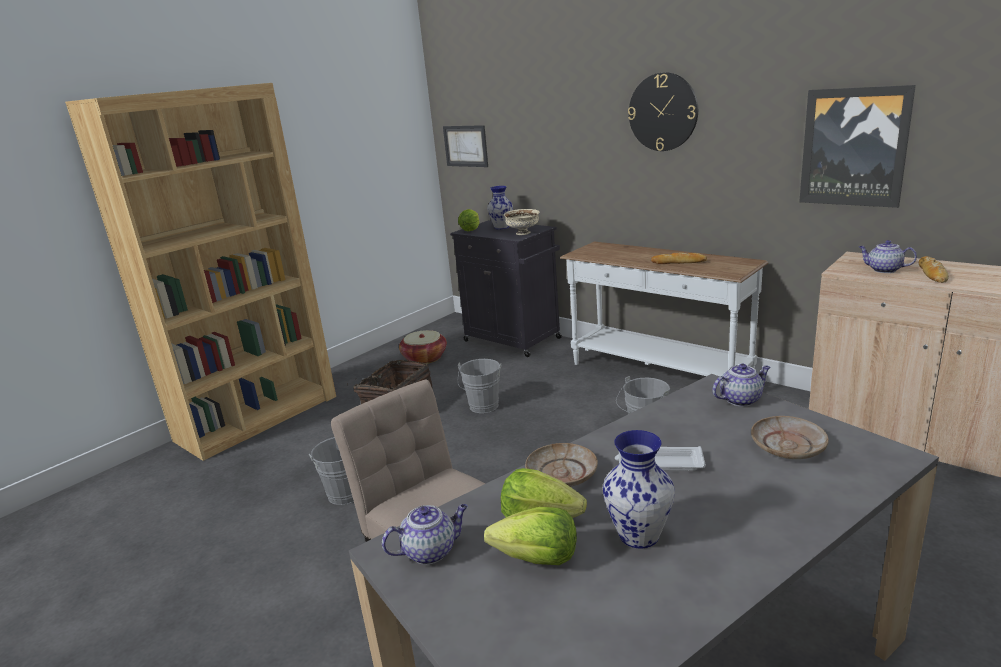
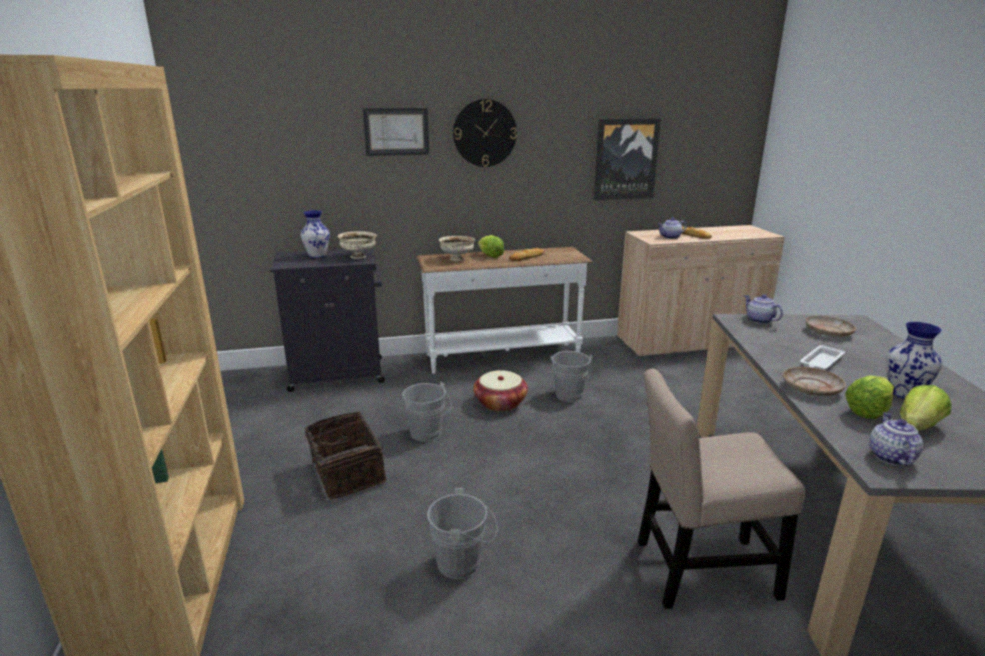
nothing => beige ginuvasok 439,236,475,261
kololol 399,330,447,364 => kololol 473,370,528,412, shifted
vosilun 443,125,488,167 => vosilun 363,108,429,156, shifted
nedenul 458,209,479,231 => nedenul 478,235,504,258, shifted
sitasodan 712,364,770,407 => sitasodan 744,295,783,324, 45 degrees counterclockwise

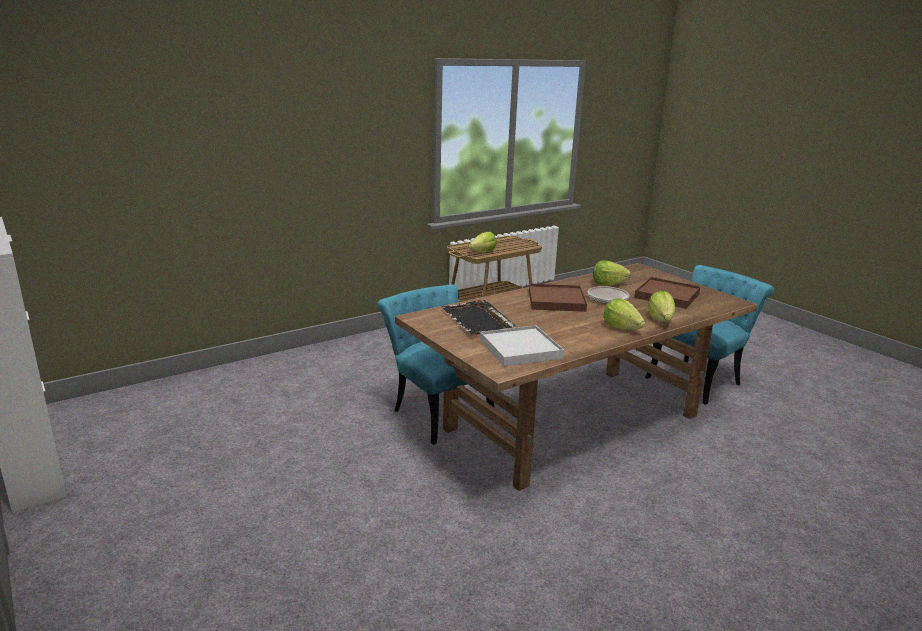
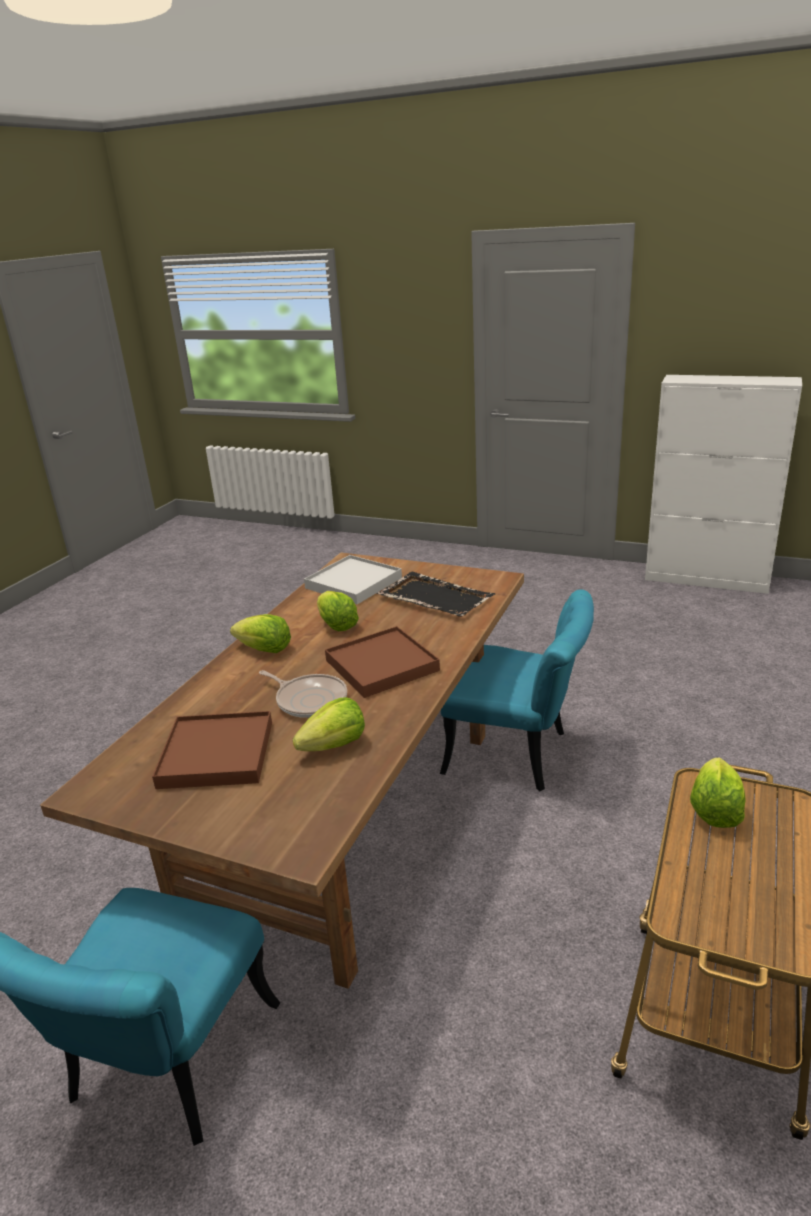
nedenul 647,291,675,322 => nedenul 317,591,359,631, shifted

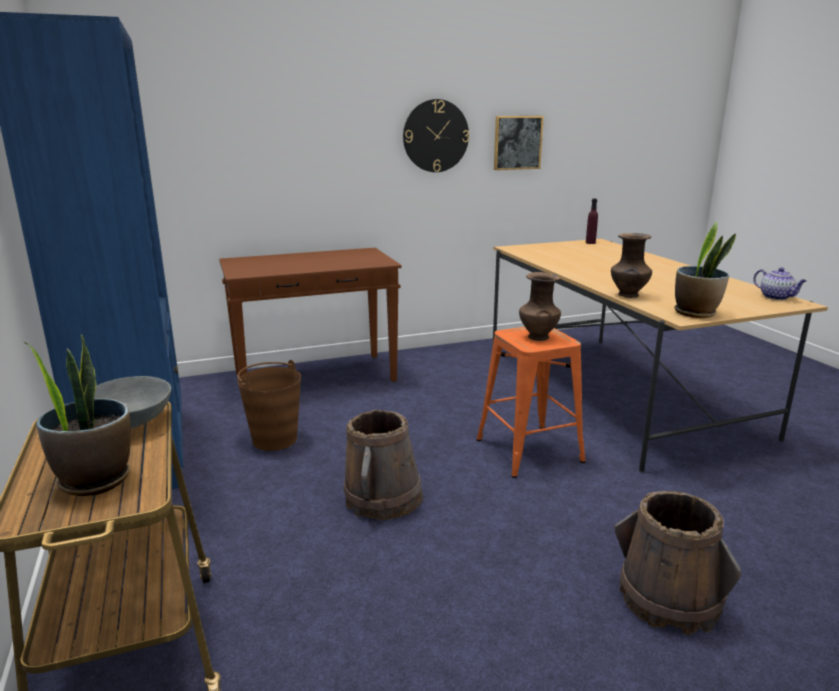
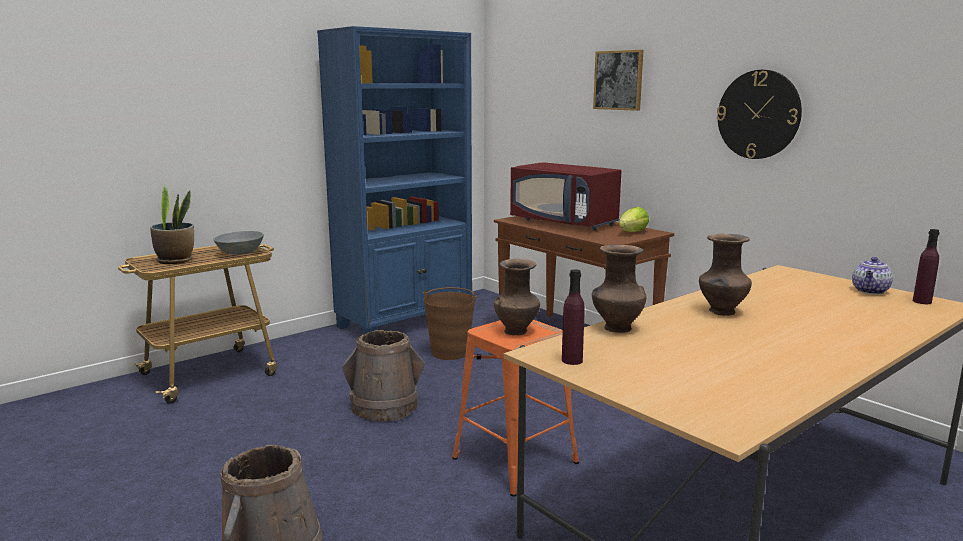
nothing => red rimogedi 510,162,621,231
nothing => nedenul 619,207,649,232
nothing => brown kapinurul 699,234,752,316
vosilun 494,116,544,170 => vosilun 593,50,644,111, shifted
sitasodan 753,267,807,300 => sitasodan 852,257,893,294, shifted
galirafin 674,222,736,318 => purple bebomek 562,269,585,365

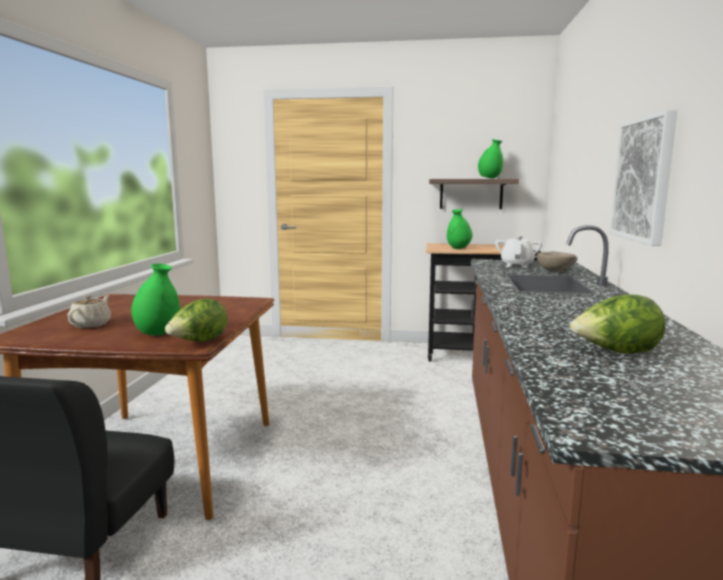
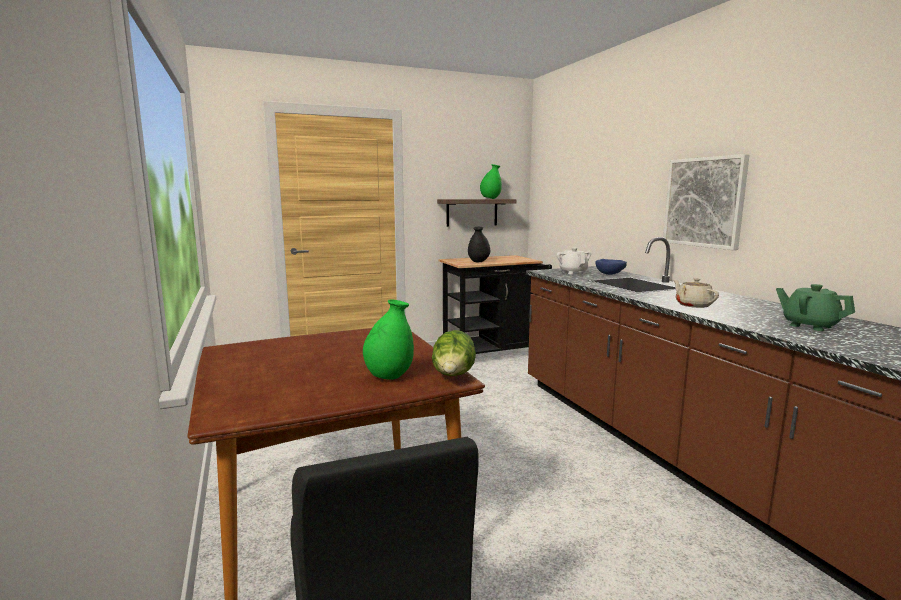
beige sitasodan 67,295,111,328 => beige sitasodan 673,278,719,308, shifted
nedenul 570,295,666,354 => green sitasodan 776,284,855,331
green kapinurul 447,209,472,249 => black kapinurul 468,227,490,262
beige ginuvasok 537,251,577,271 => blue ginuvasok 596,259,627,275

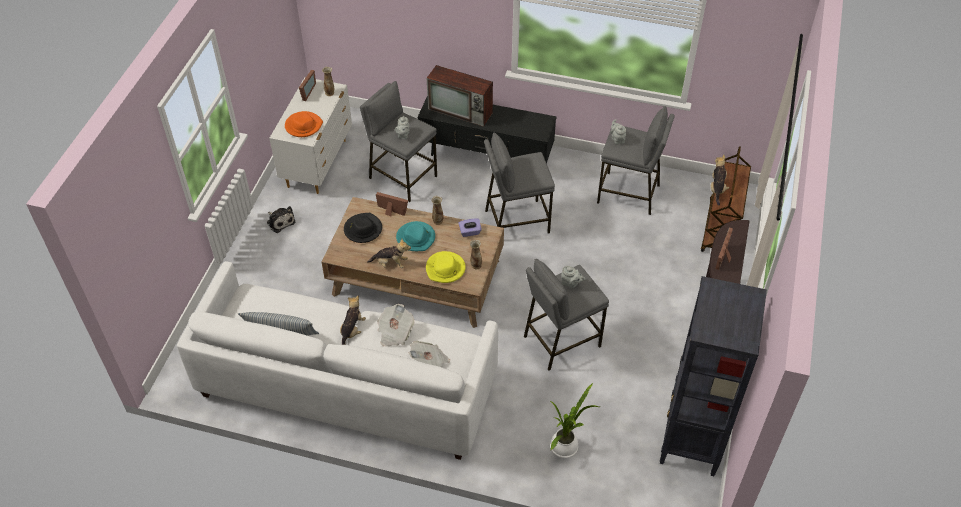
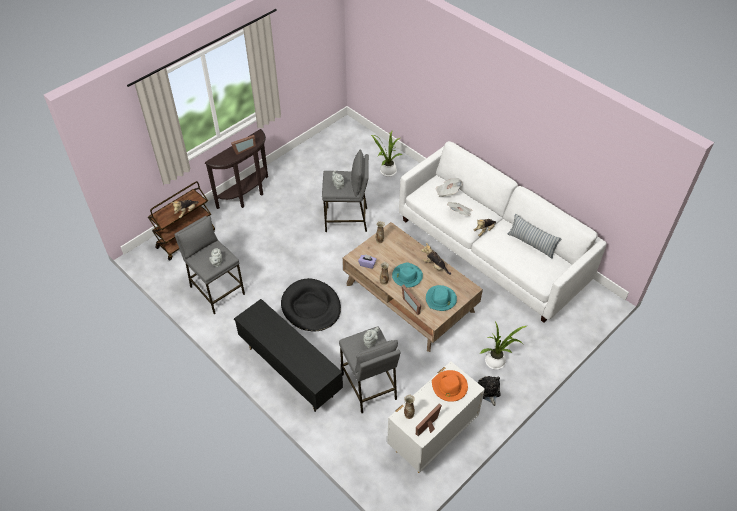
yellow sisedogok 426,251,466,283 => nothing
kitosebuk 427,65,493,127 => nothing
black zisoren 660,276,767,476 => nothing
nothing => galirafin 480,322,527,370
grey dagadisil 484,133,555,233 => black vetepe 281,278,341,331
black sisedogok 344,213,382,243 => turquoise sisedogok 426,285,457,311

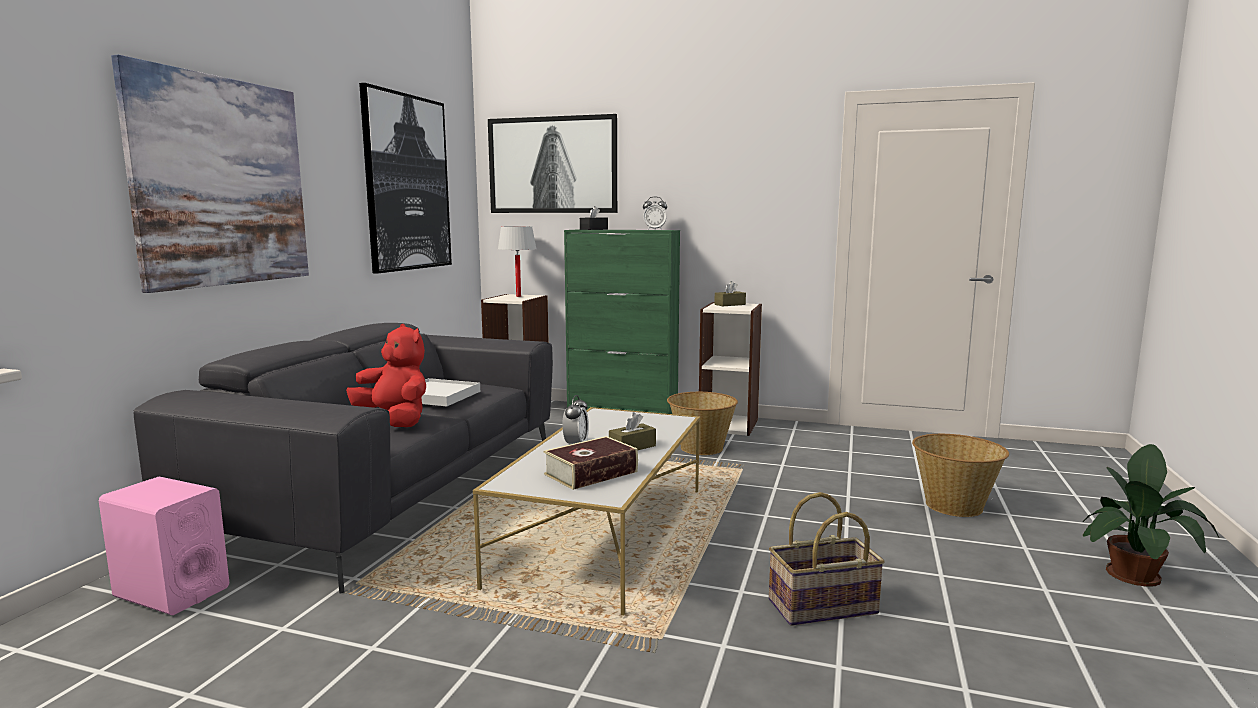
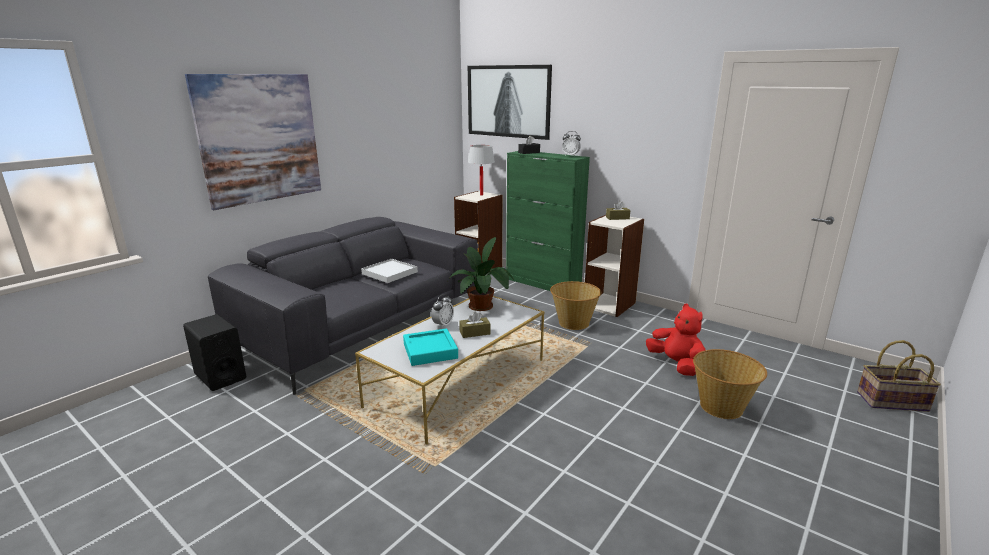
vosilun 359,83,452,273 => nothing
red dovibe 346,324,426,427 => red dovibe 646,304,706,376, shifted
kololol 769,492,885,626 => kololol 857,340,941,412, shifted
galirafin 1083,444,1219,587 => galirafin 446,237,514,311, shifted
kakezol 543,436,638,490 => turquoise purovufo 403,328,458,366
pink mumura 99,477,229,615 => black mumura 183,314,246,391

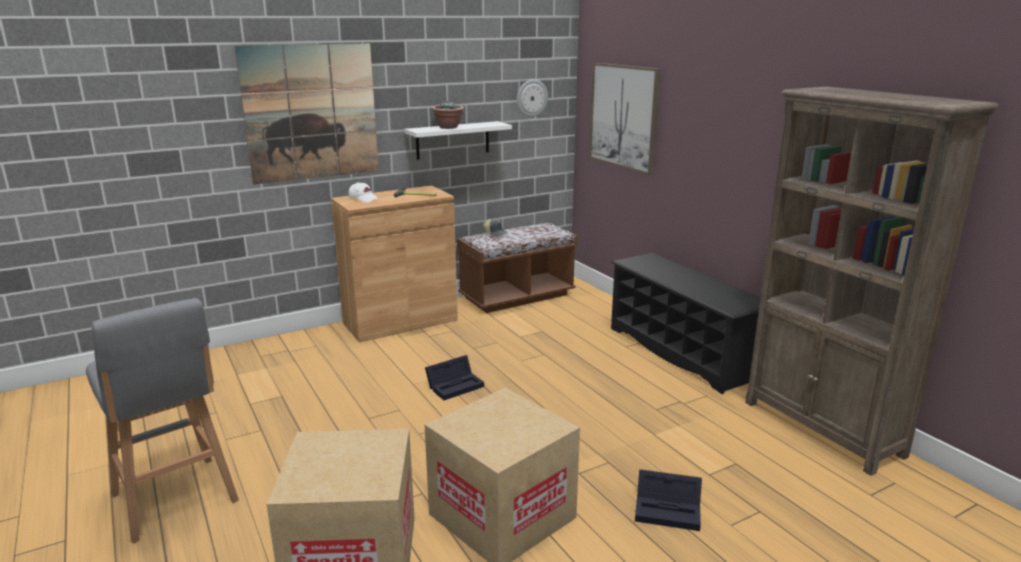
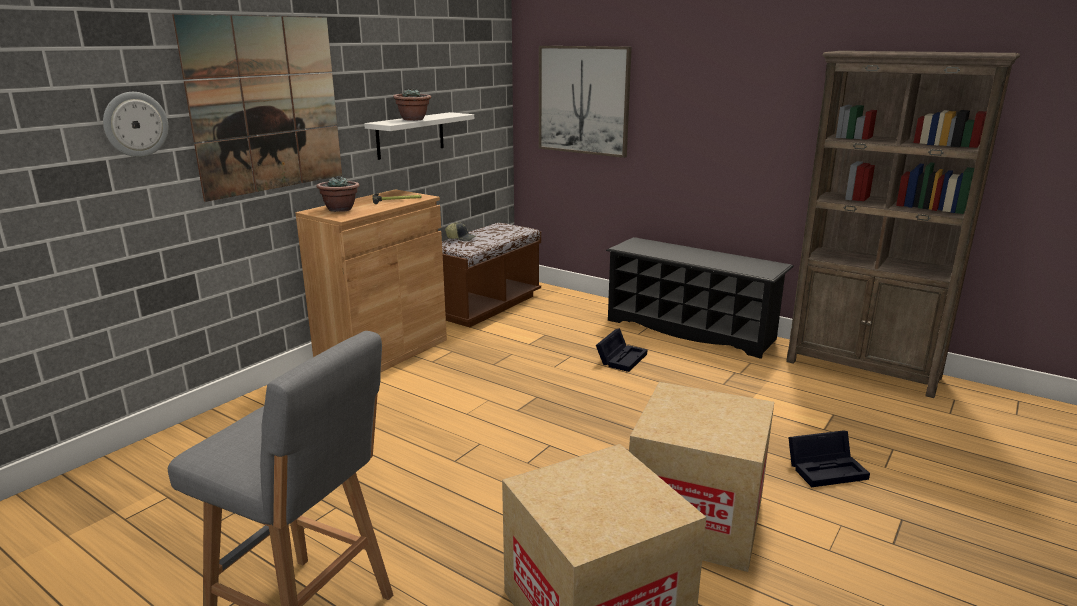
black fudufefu 425,355,484,400 => black fudufefu 596,328,648,372, shifted
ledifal 517,79,548,117 => ledifal 103,92,168,157, shifted
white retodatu 348,182,379,203 => galirafin 316,175,359,212

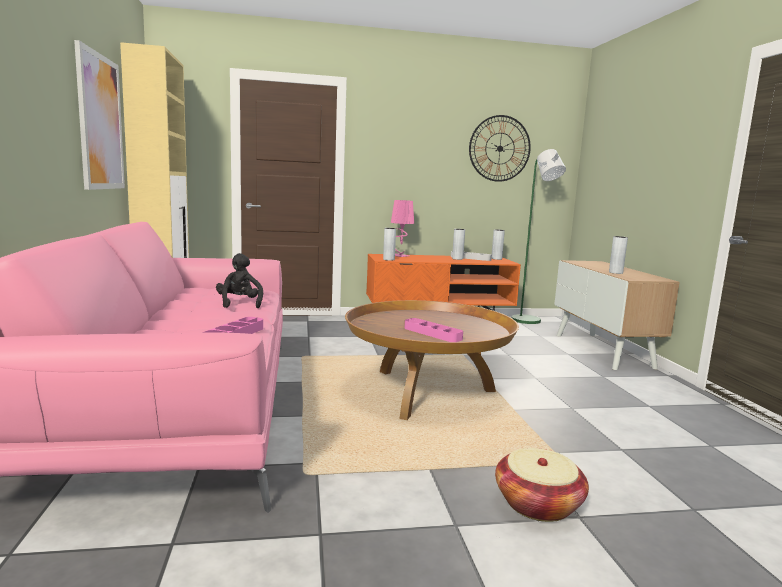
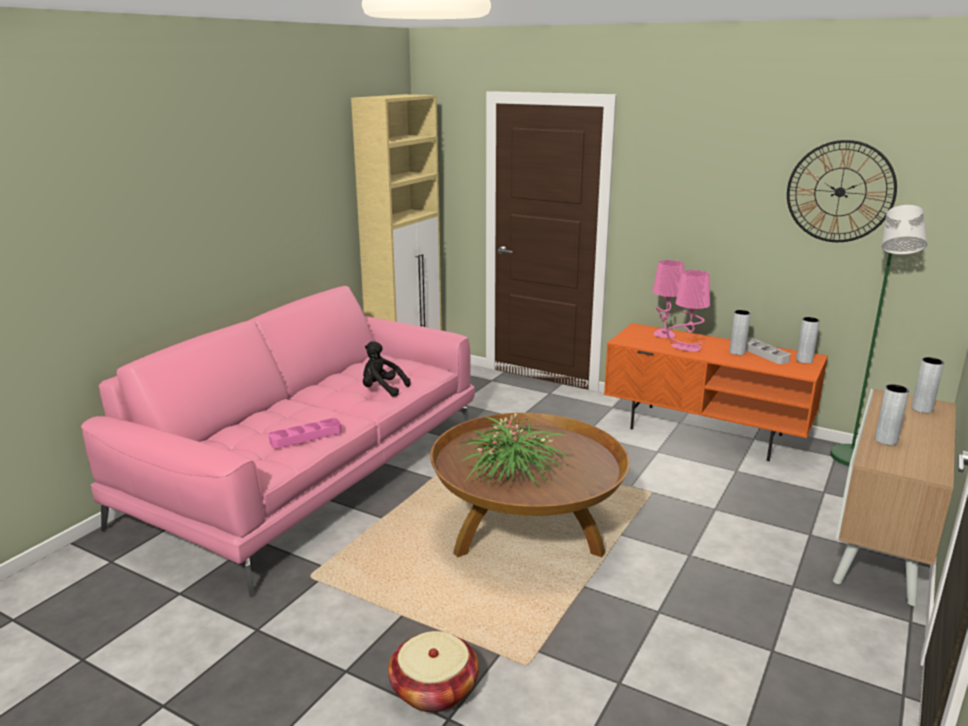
vosilun 74,40,125,190 => nothing
nothing => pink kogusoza 666,270,710,352
grey kapinurul 383,228,396,261 => grey kapinurul 911,357,944,413, shifted
pink purovufo 405,318,463,342 => galirafin 460,413,571,489
black dovibe 216,253,263,308 => black dovibe 363,341,410,397, 90 degrees counterclockwise

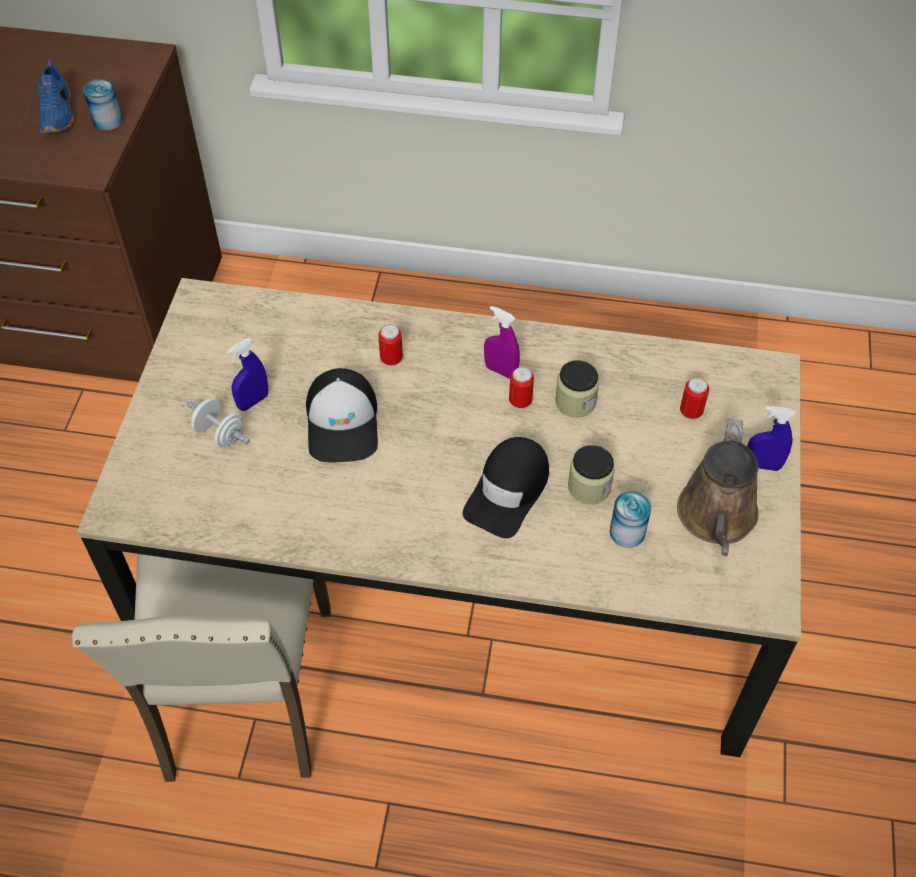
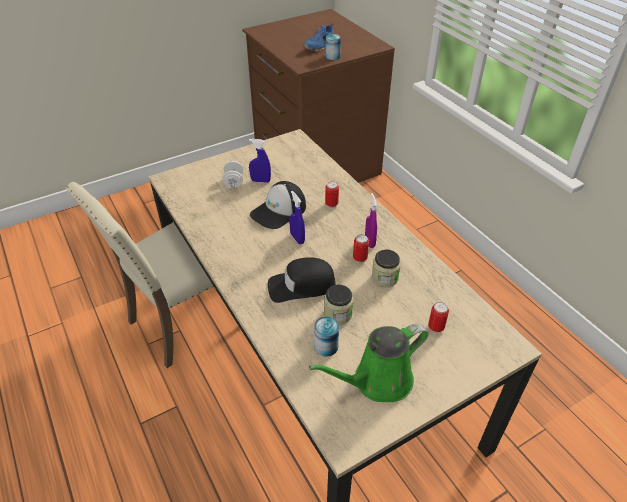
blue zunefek 747,406,795,471 => blue zunefek 289,191,305,244, shifted
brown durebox 677,418,759,556 => green durebox 309,324,429,402

